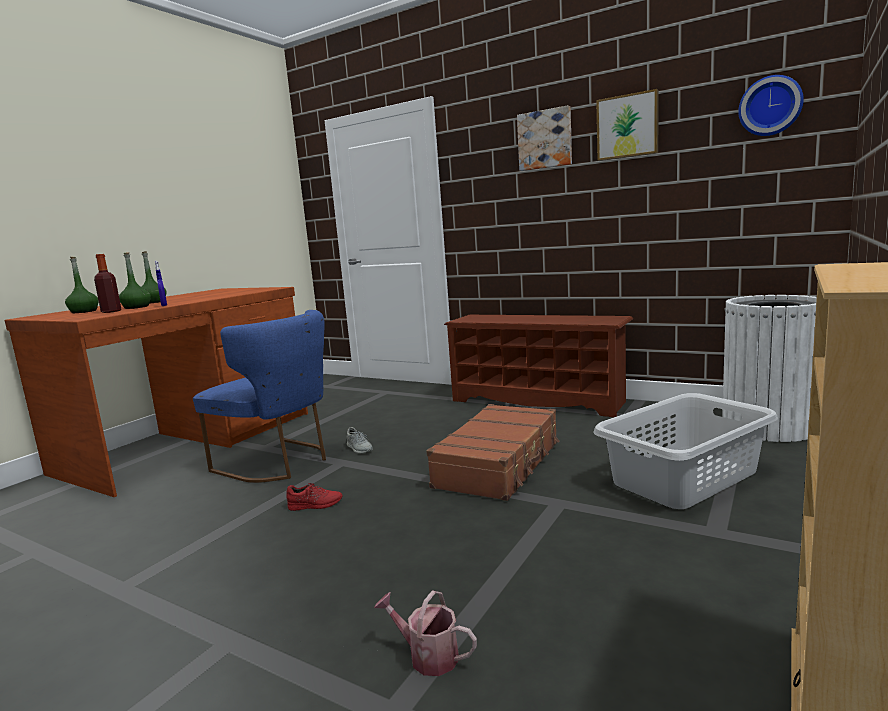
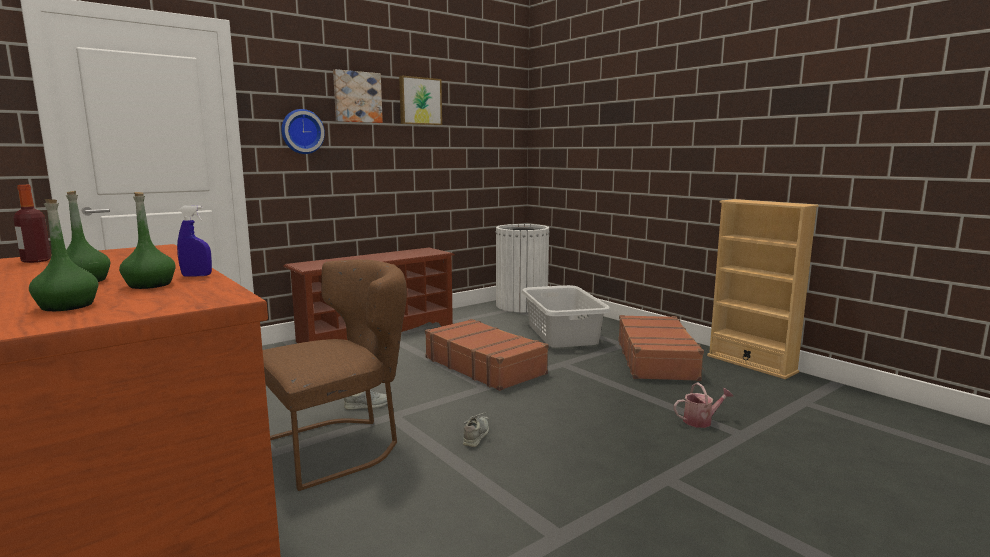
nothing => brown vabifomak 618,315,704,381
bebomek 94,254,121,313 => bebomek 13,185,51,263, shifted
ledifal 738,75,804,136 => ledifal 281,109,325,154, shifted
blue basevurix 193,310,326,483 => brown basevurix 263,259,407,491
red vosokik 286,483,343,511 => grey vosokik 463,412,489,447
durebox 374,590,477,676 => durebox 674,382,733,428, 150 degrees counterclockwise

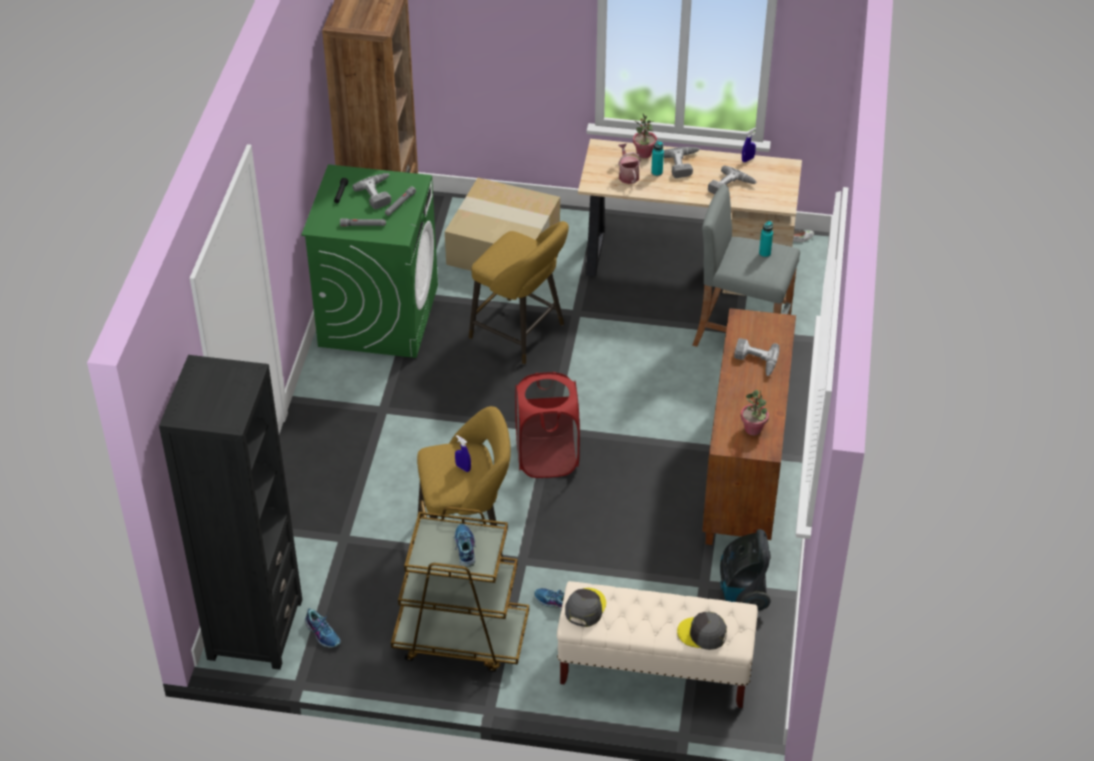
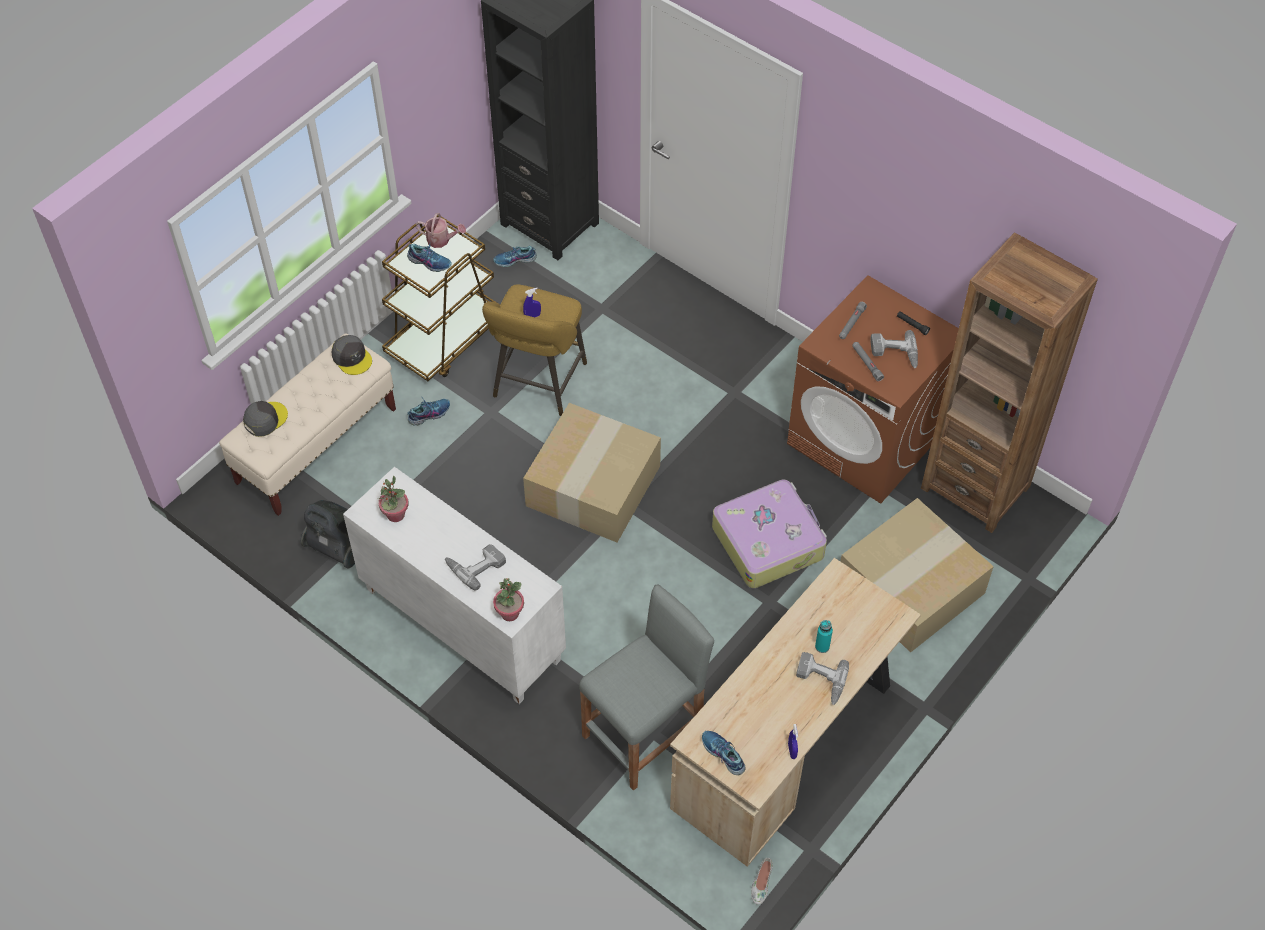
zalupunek 708,166,757,194 => nothing
turquoise bebomek 759,221,773,258 => nothing
nothing => vosokik 702,731,746,775
durebox 618,143,641,184 => durebox 416,213,466,248, shifted
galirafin 633,114,657,158 => galirafin 493,578,524,621, shifted
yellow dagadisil 469,221,569,364 => vabifomak 712,480,827,588
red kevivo 515,372,580,478 => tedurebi 523,403,661,542
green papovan 301,164,438,358 => brown papovan 787,275,959,504
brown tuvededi 702,308,796,545 => white tuvededi 343,467,566,704

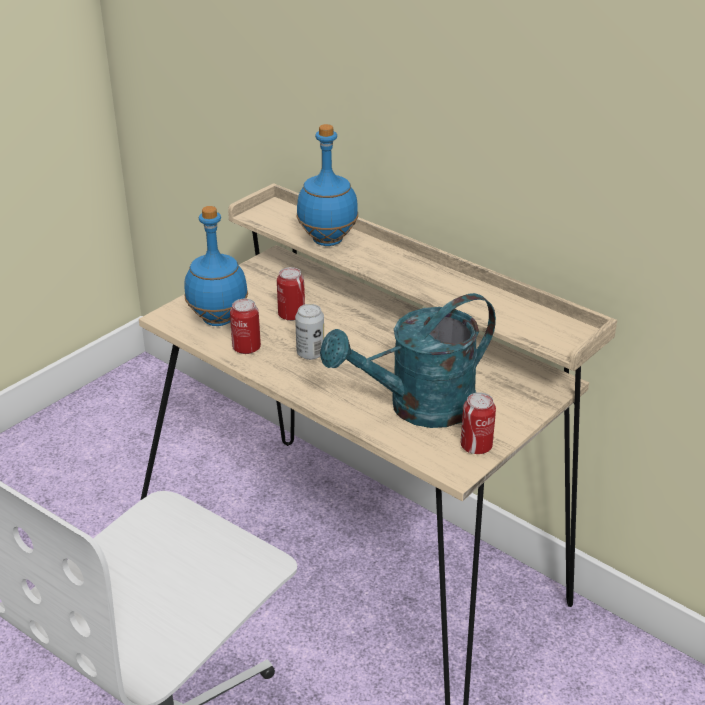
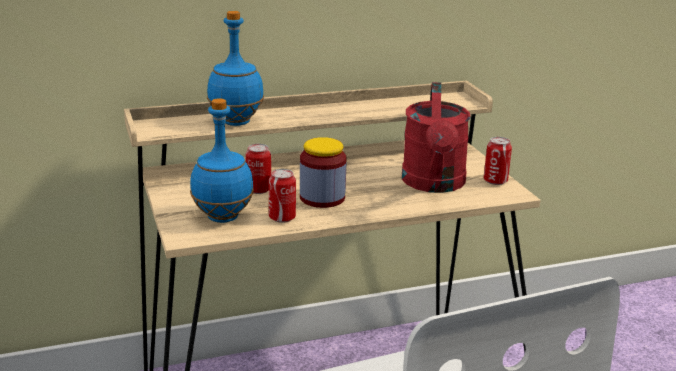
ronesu 295,304,324,360 => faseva 300,137,347,208
turquoise durebox 320,293,496,428 => red durebox 402,82,471,193

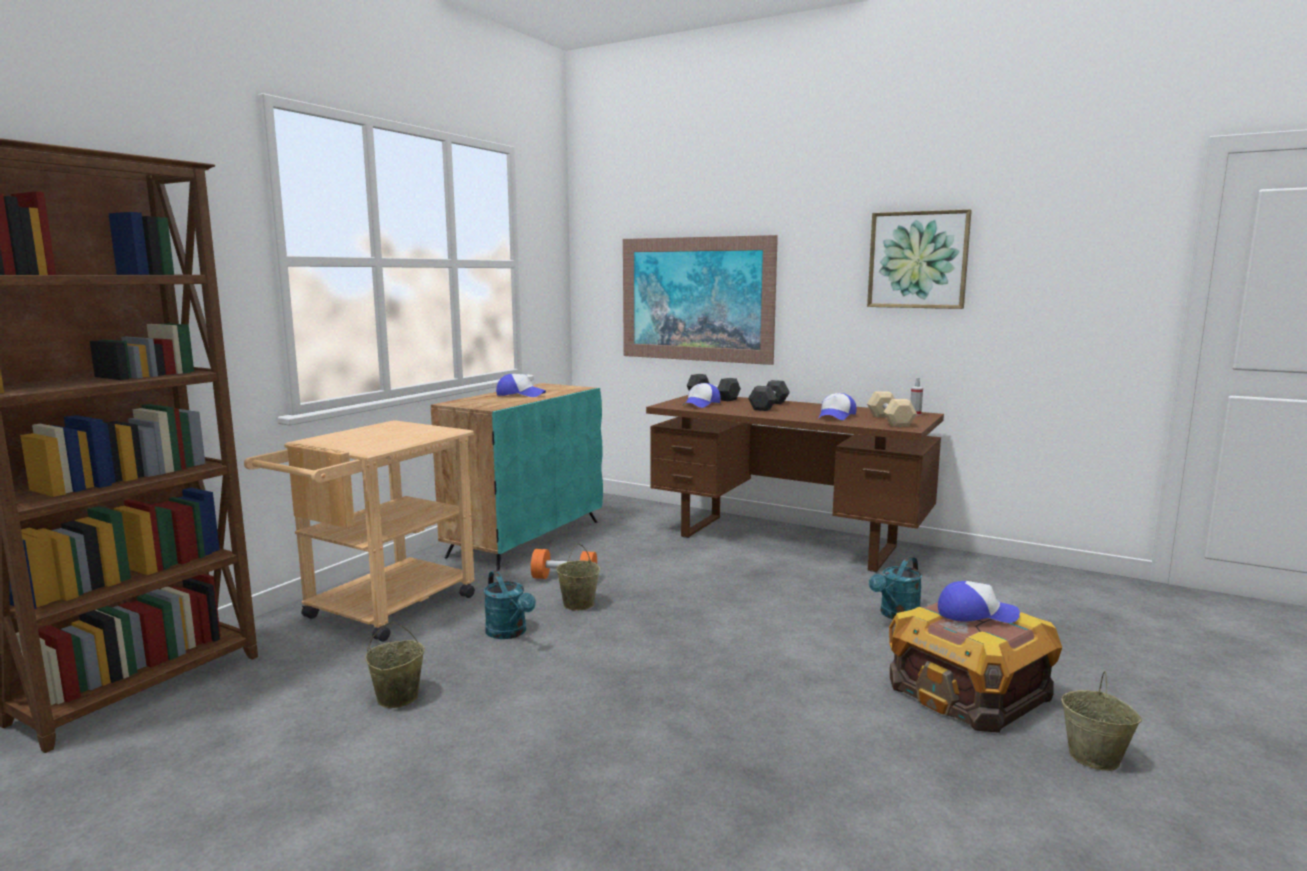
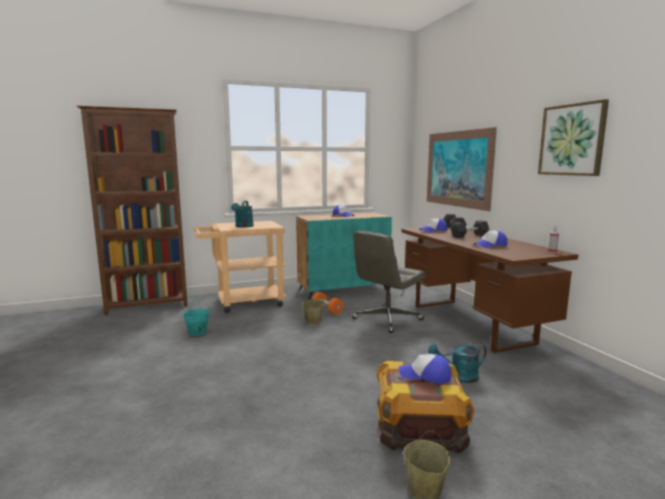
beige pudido 867,391,917,427 => nothing
nothing => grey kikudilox 352,231,426,333
turquoise durebox 484,571,536,639 => turquoise durebox 231,201,254,228, shifted
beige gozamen 365,622,425,708 => turquoise gozamen 183,299,210,336
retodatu 938,581,1020,623 => retodatu 399,354,452,384, 150 degrees clockwise

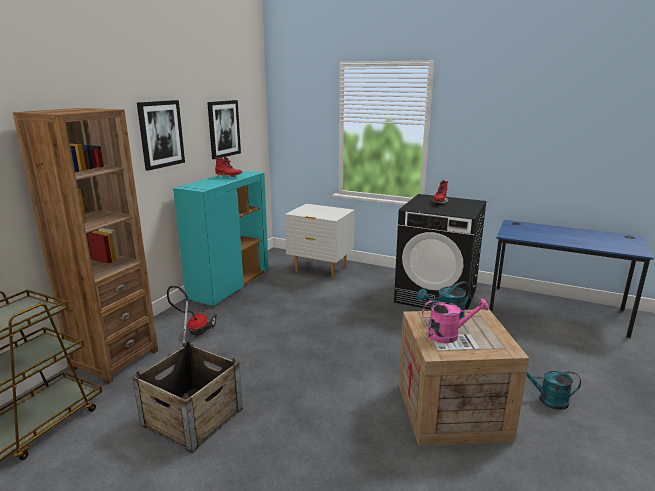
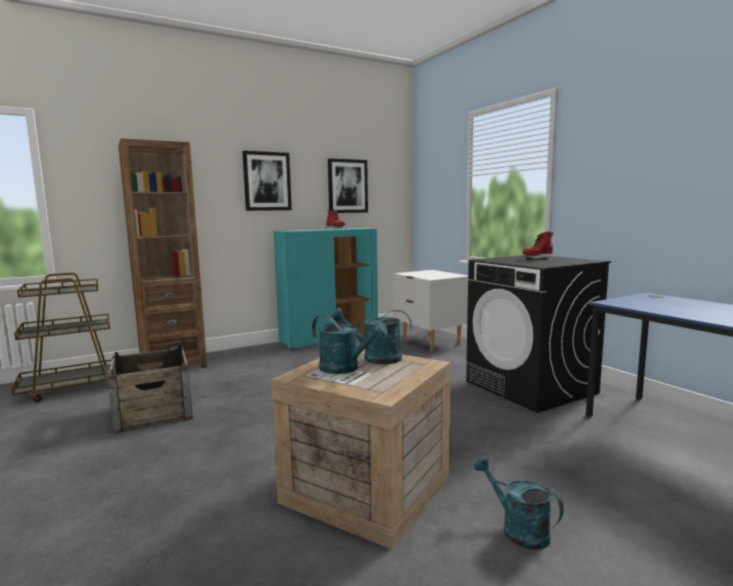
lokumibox 167,286,217,356 => nothing
pink durebox 422,299,489,343 => turquoise durebox 312,315,388,374

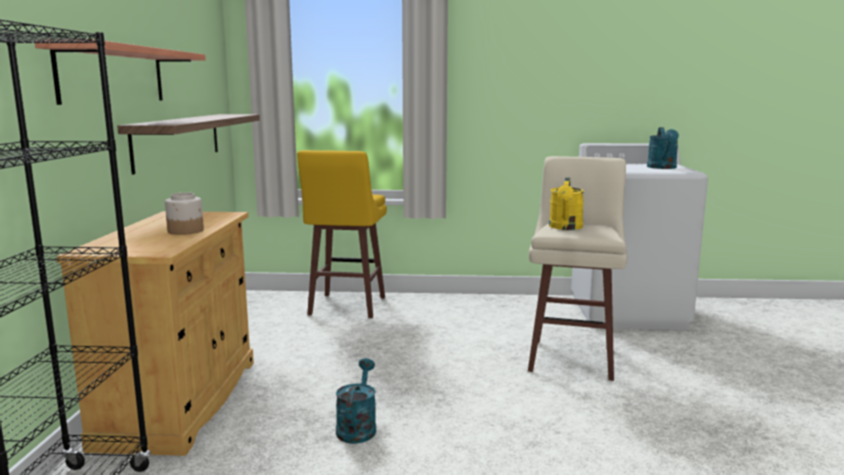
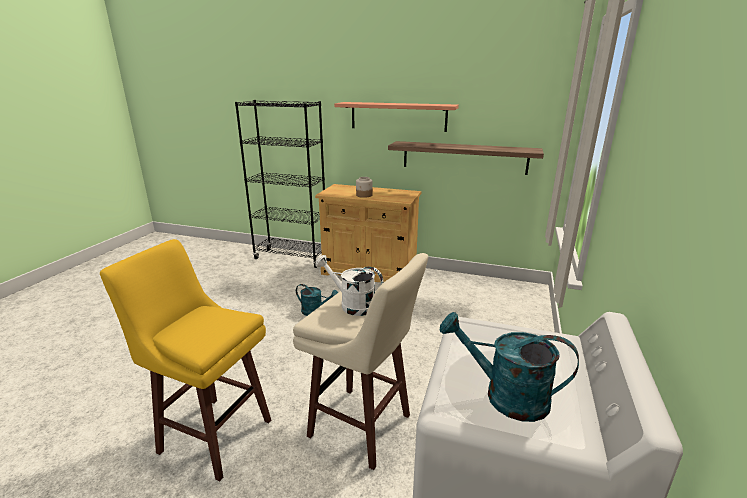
yellow dagadisil 297,150,387,318 => yellow dagadisil 100,239,271,481, shifted
yellow durebox 549,178,584,230 => white durebox 315,255,384,316

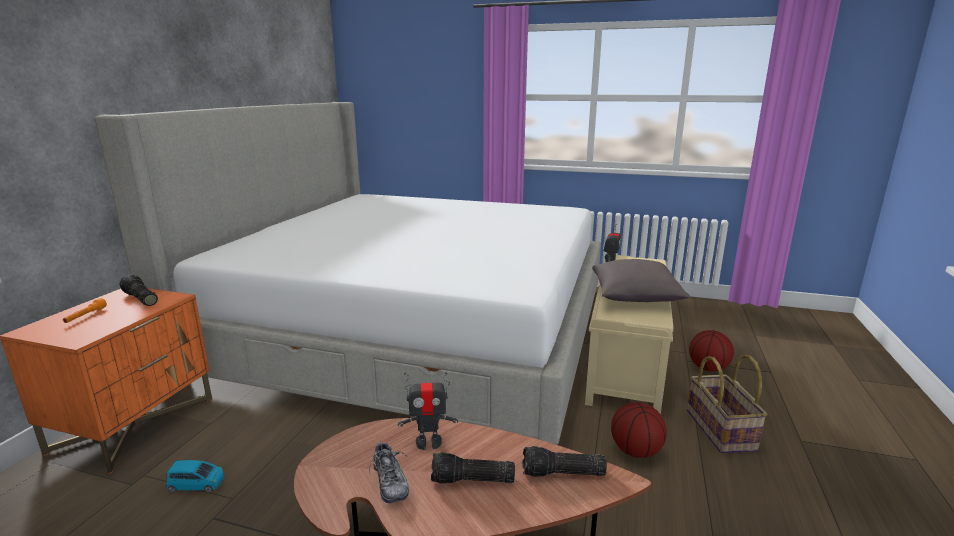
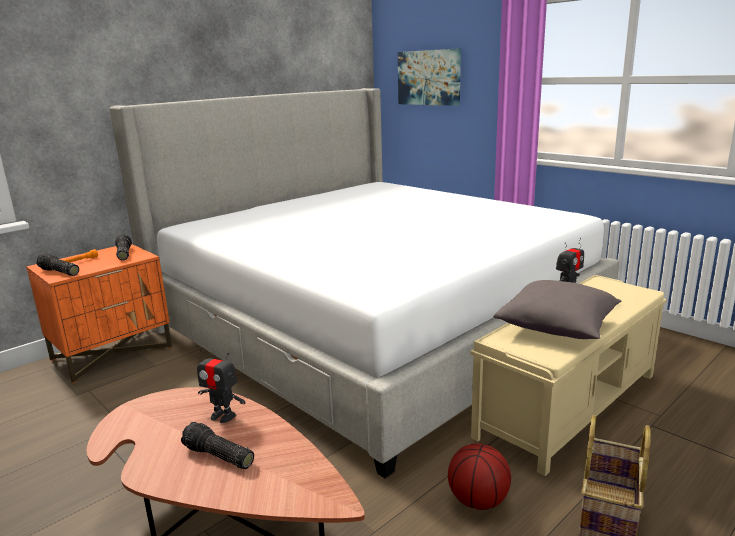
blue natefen 166,460,224,493 => nothing
vosokik 369,440,409,504 => nothing
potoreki 689,330,734,372 => nothing
nothing => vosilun 398,49,461,106
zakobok 523,446,607,477 => zakobok 36,253,79,276, shifted

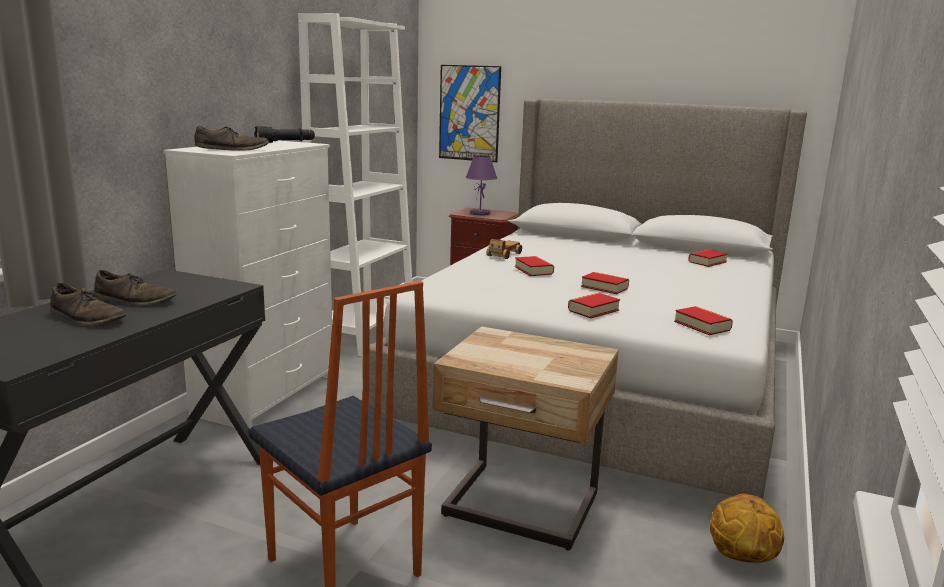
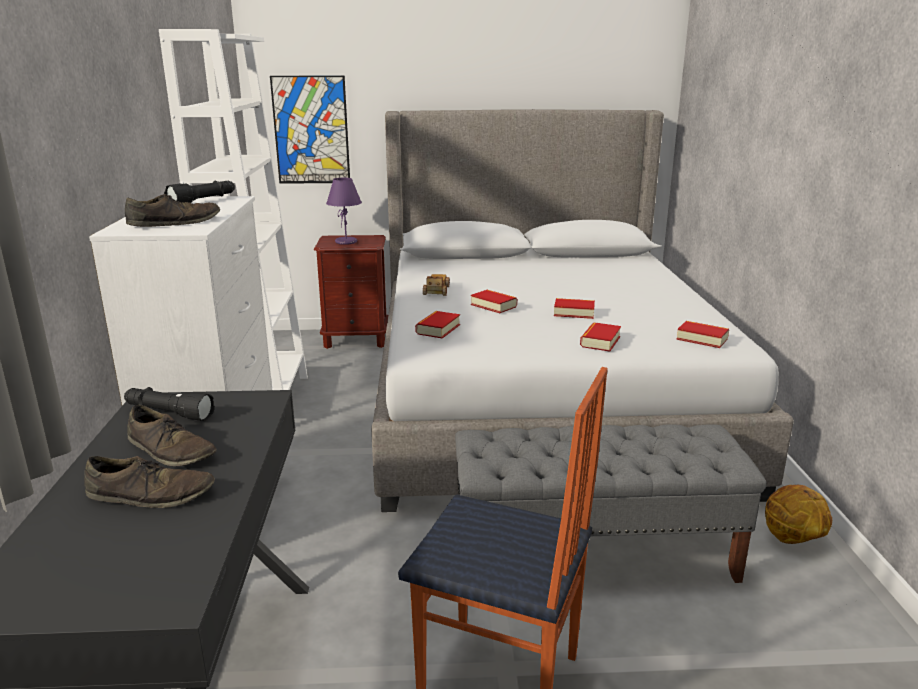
nothing => black zakobok 124,387,215,421
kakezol 688,249,728,267 => kakezol 415,311,460,339, shifted
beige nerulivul 433,326,619,551 => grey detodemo 455,424,767,583
brown vosokik 94,270,177,306 => brown vosokik 127,405,217,466, 45 degrees clockwise

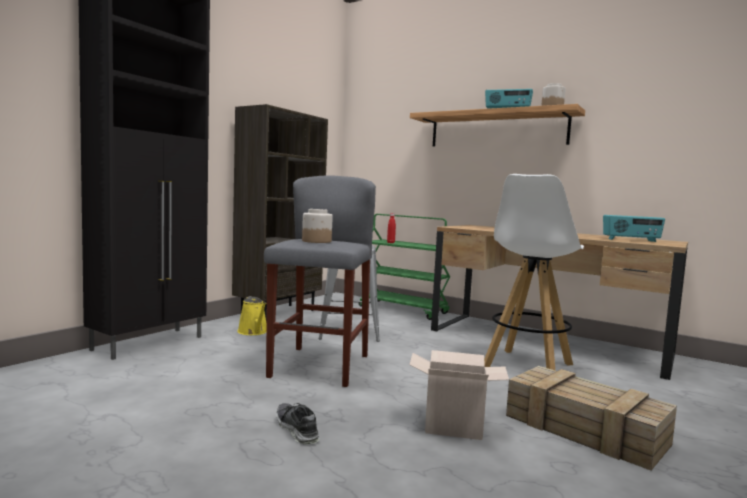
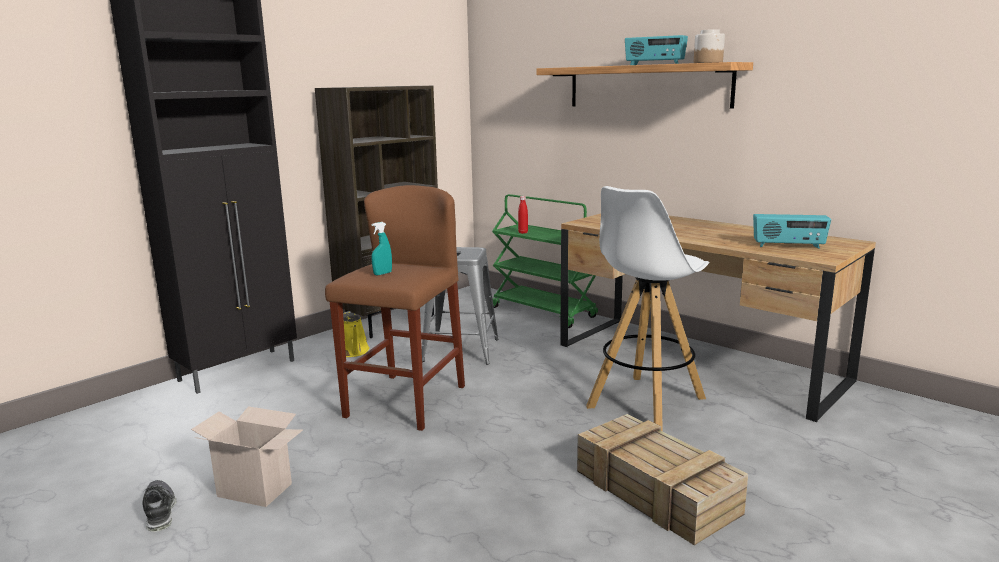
vosokik 276,403,320,445 => vosokik 142,480,177,532, shifted
tedurebi 409,350,509,440 => tedurebi 191,406,303,507, shifted
faseva 302,209,333,243 => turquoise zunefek 371,222,392,275
grey dagadisil 264,175,376,387 => brown dagadisil 325,185,465,431

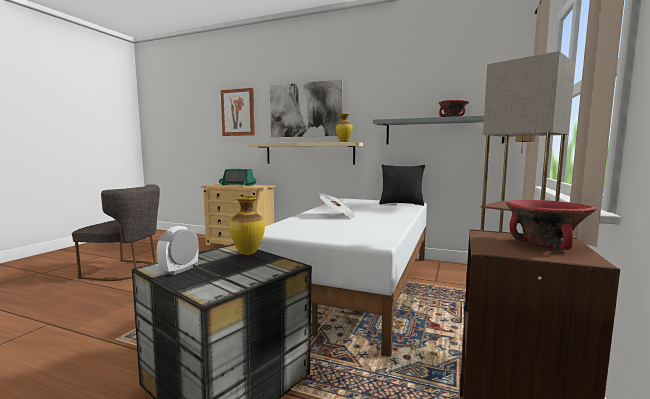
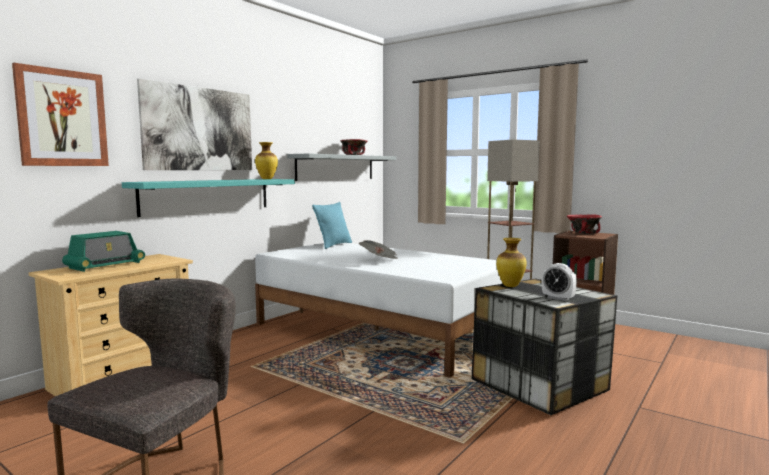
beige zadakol 249,142,363,165 => turquoise zadakol 122,179,295,217
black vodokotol 379,164,425,206 => turquoise vodokotol 312,202,352,249

